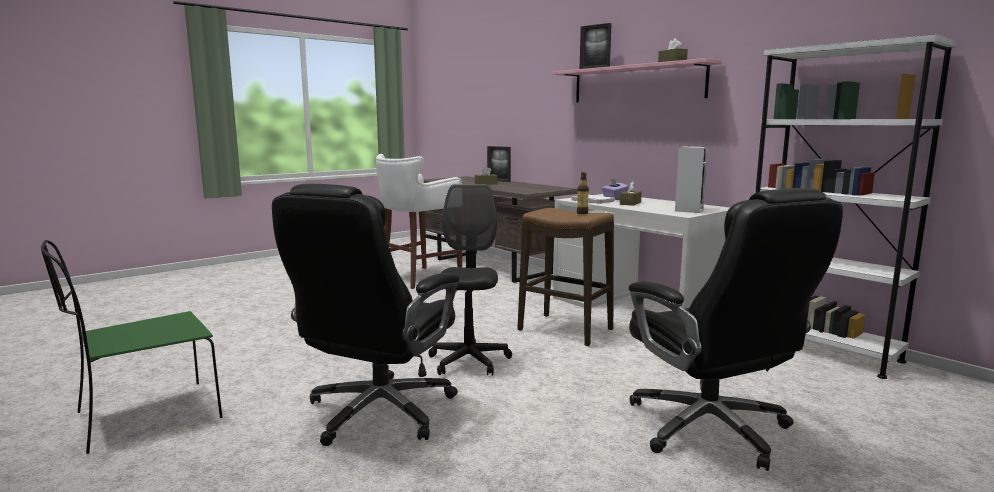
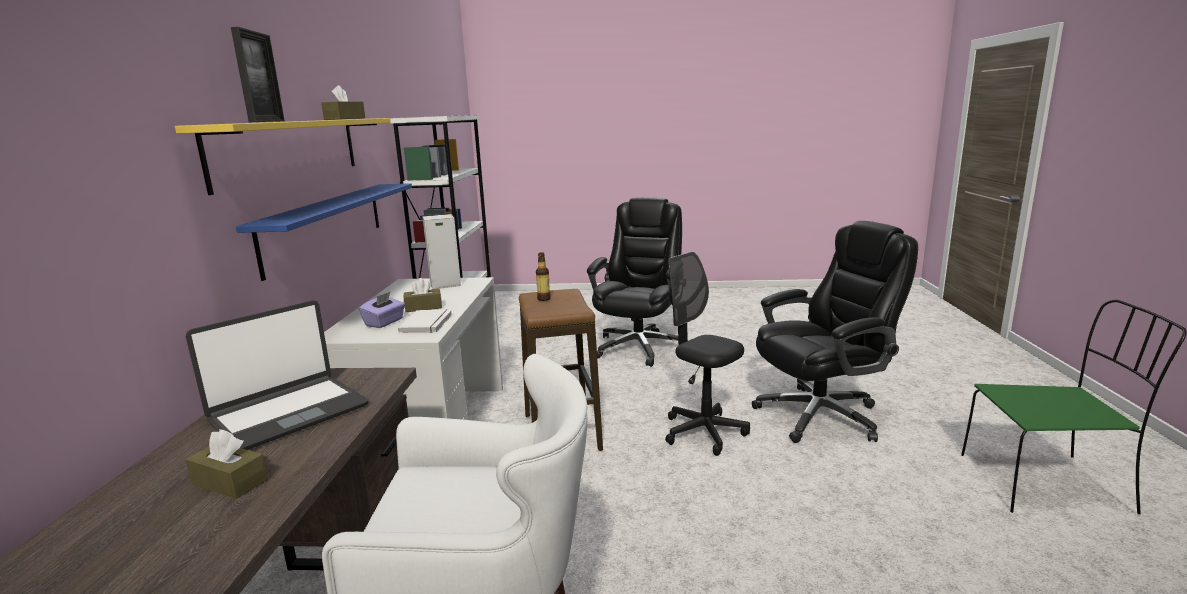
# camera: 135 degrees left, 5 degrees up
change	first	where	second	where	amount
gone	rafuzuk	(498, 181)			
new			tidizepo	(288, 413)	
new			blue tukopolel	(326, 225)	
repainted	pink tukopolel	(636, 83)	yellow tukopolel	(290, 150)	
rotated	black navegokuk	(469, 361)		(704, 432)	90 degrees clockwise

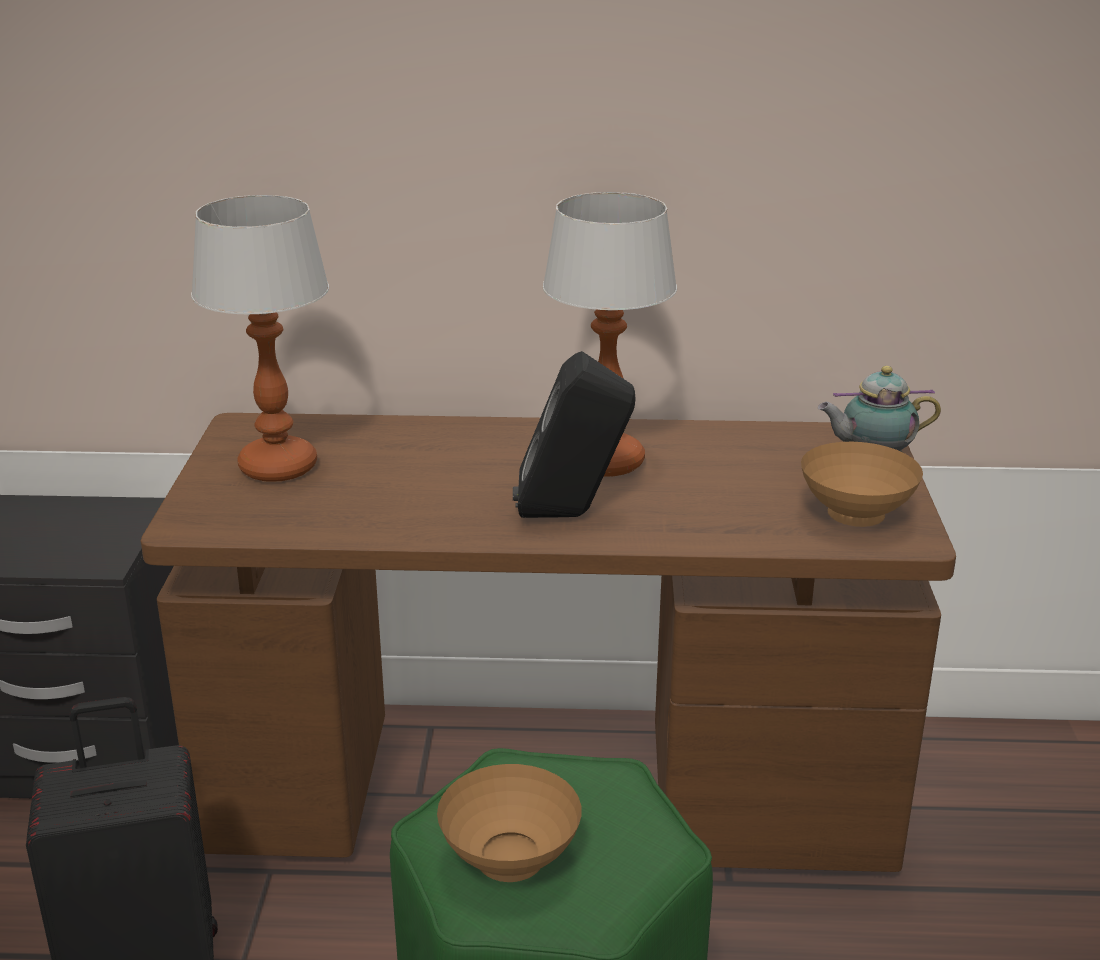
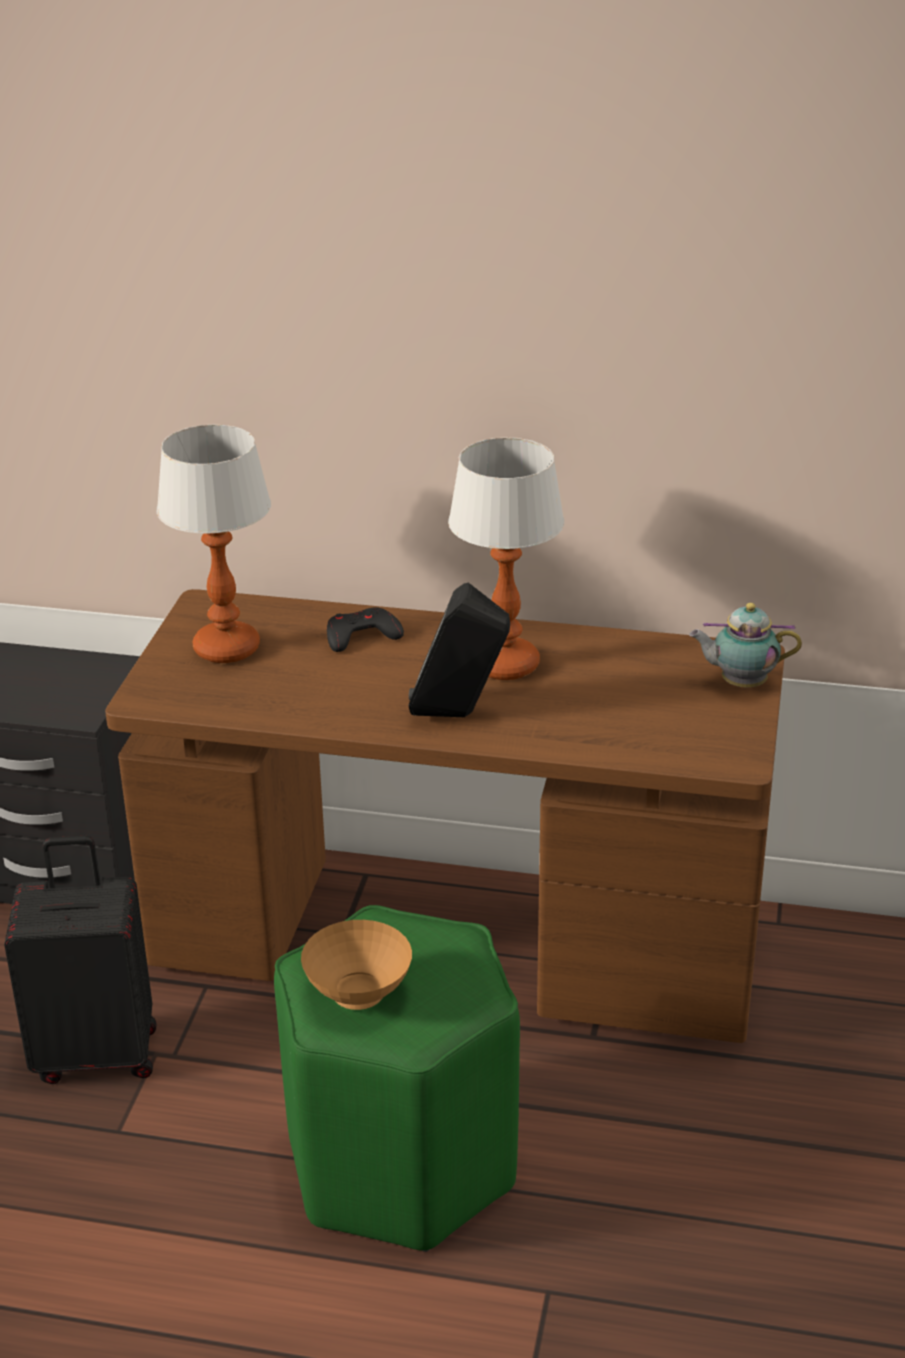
# camera: 10 degrees right, 5 degrees up
change	first	where	second	where	amount
gone	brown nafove	(857, 518)			
new			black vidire	(361, 636)	

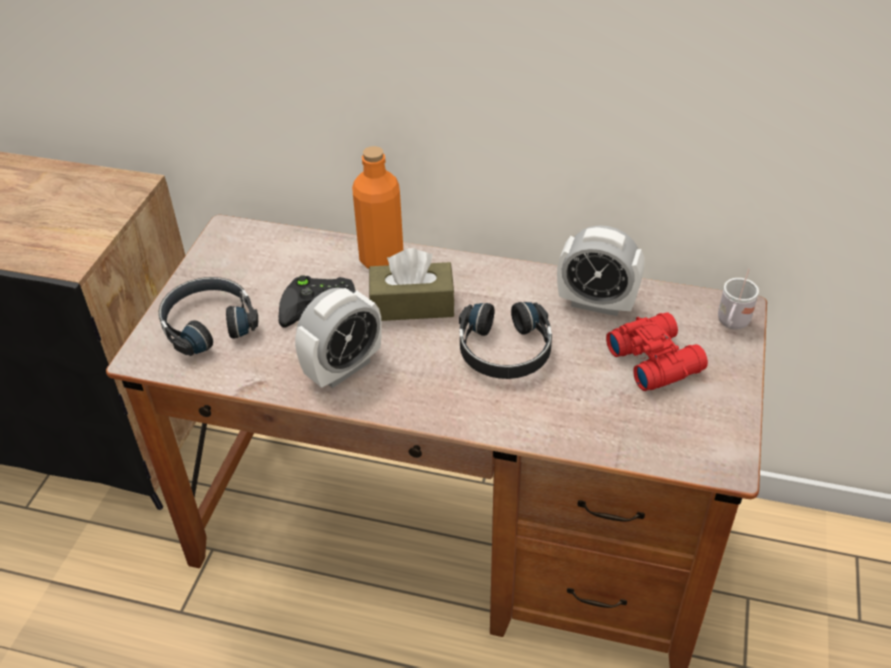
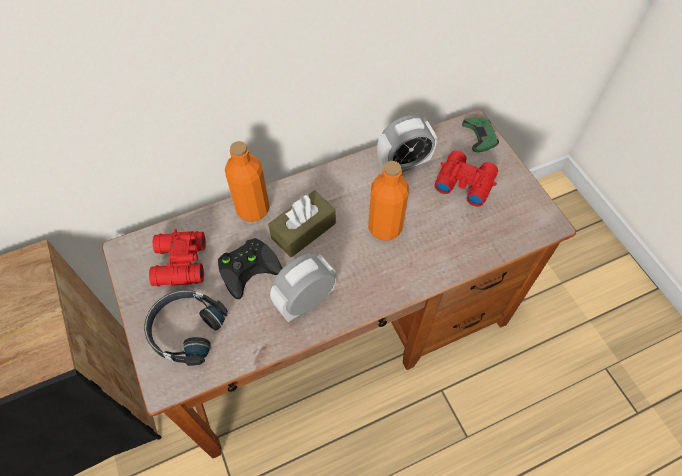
# camera: 40 degrees left, 15 degrees up
change	first	where	second	where	amount
new			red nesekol	(179, 264)	
swapped	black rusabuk	(505, 351)	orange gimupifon	(385, 227)	
swapped	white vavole	(731, 324)	green vidire	(480, 136)	
rotated	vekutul	(343, 368)		(305, 302)	135 degrees counterclockwise

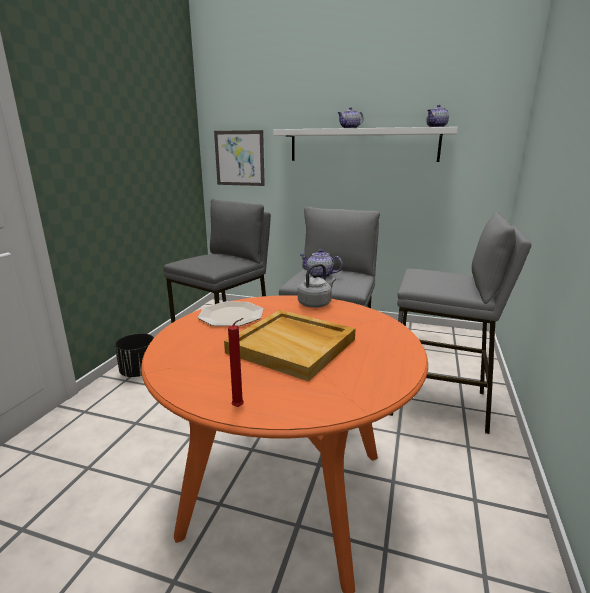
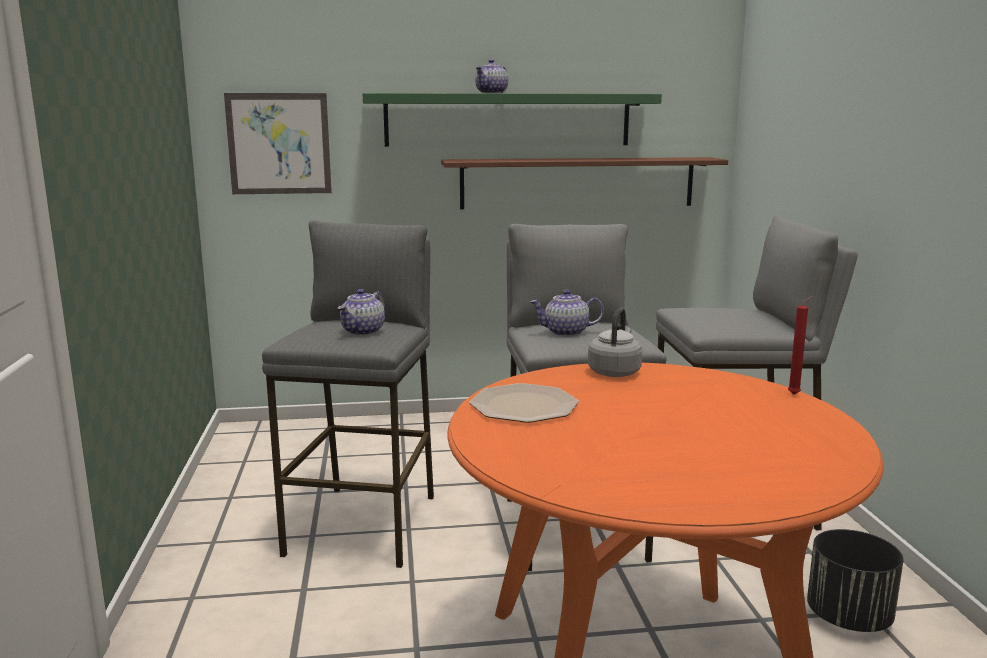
# camera: 25 degrees left, 5 degrees down
change	first	where	second	where	amount
gone	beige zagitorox	(293, 346)			
new			brown tukopolel	(578, 183)	
shifted	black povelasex	(139, 372)		(849, 618)	
shifted	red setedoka	(239, 407)		(795, 394)	
shifted	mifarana	(436, 127)		(363, 331)	
repainted	white tukopolel	(362, 145)	green tukopolel	(508, 120)	

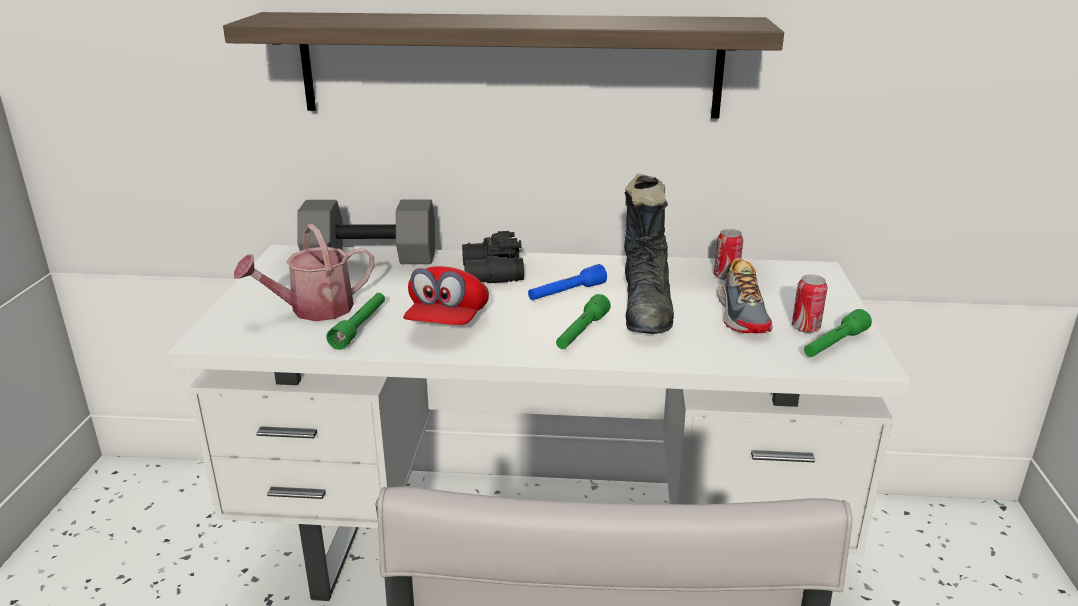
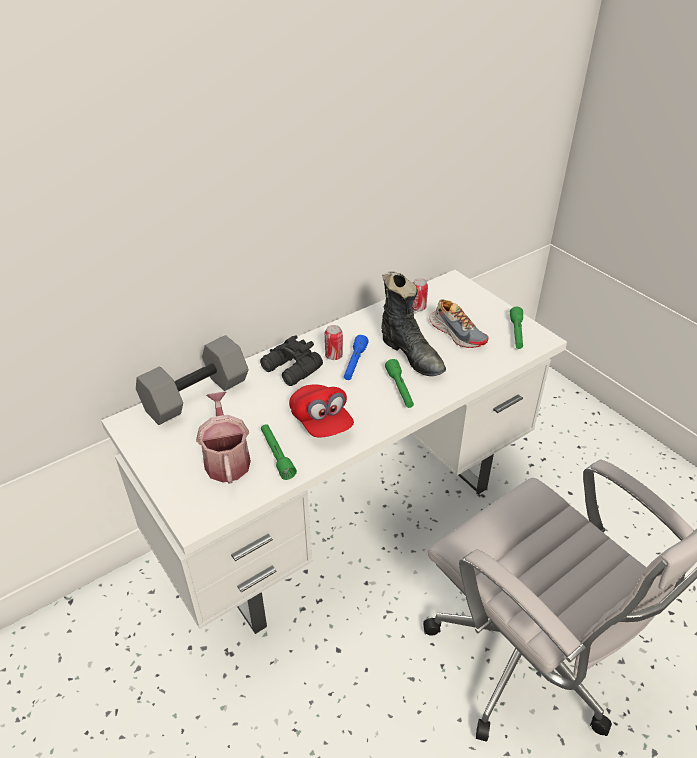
# camera: 40 degrees left, 15 degrees up
change	first	where	second	where	amount
gone	tukopolel	(509, 65)			
shifted	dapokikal	(805, 328)		(334, 356)	
rotated	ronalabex	(313, 310)		(226, 459)	150 degrees clockwise

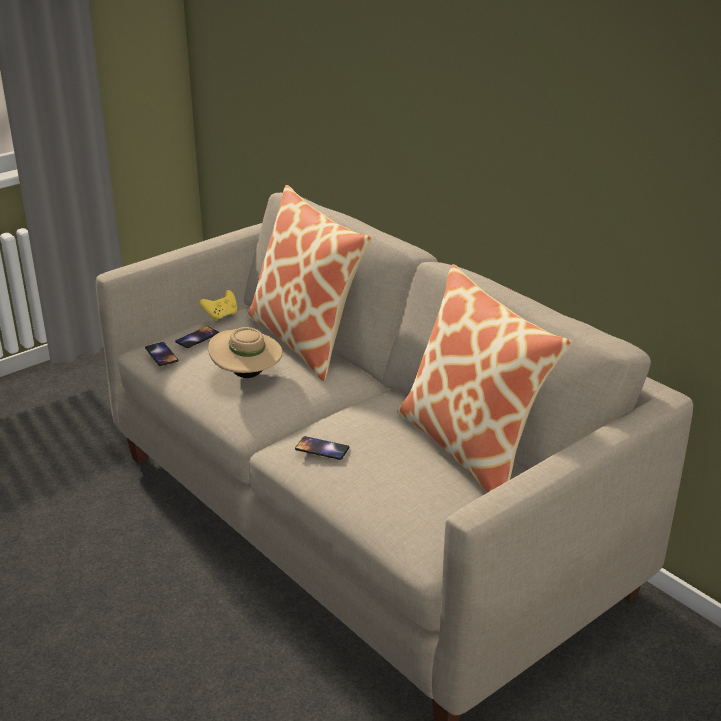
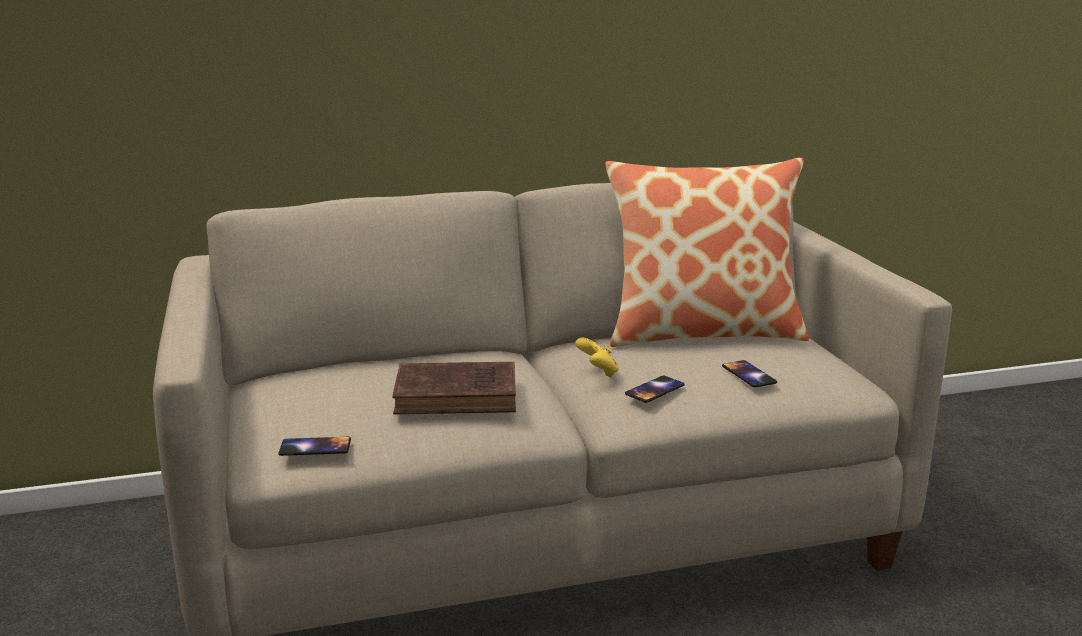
# camera: 65 degrees left, 10 degrees down
change	first	where	second	where	amount
gone	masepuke	(306, 340)			
shifted	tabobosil	(197, 337)		(748, 374)	
shifted	yellow vidire	(221, 316)		(598, 372)	
swapped	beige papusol	(247, 375)	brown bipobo	(460, 396)	

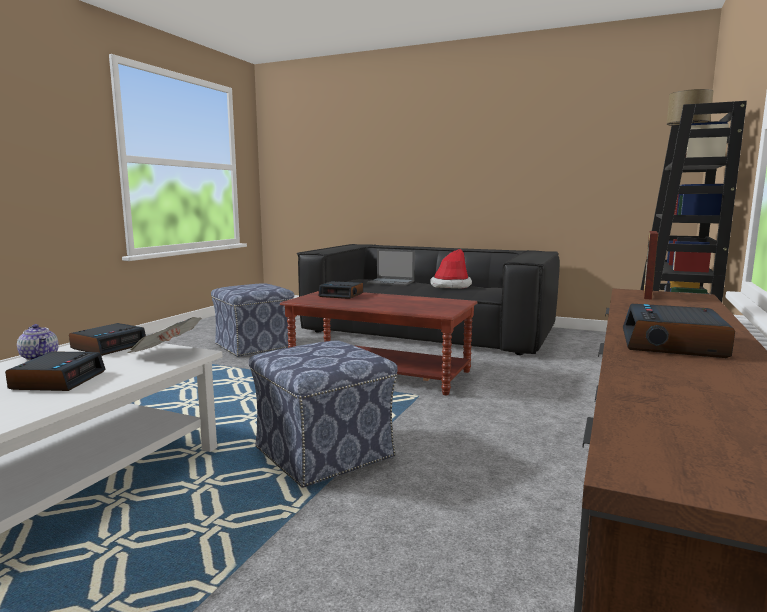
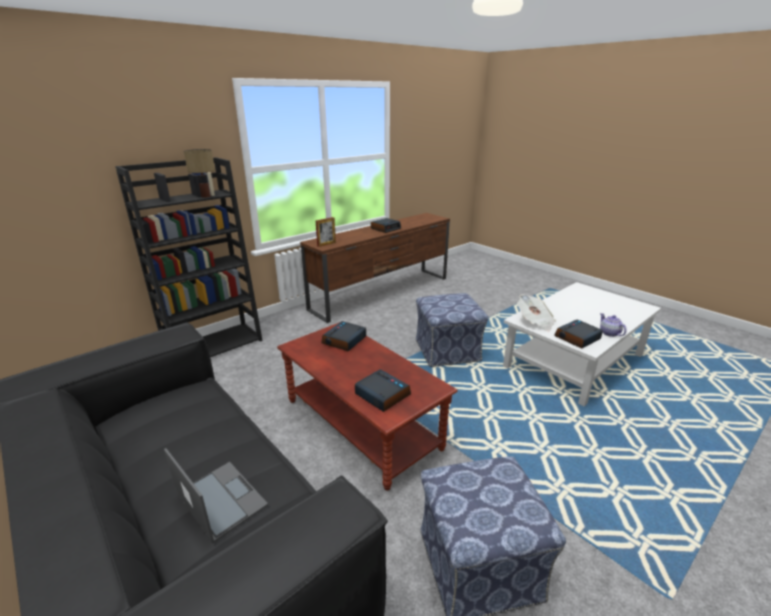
# camera: 155 degrees left, 15 degrees up
change	first	where	second	where	amount
gone	papusol	(450, 286)			
shifted	vekutul	(58, 380)		(344, 341)	

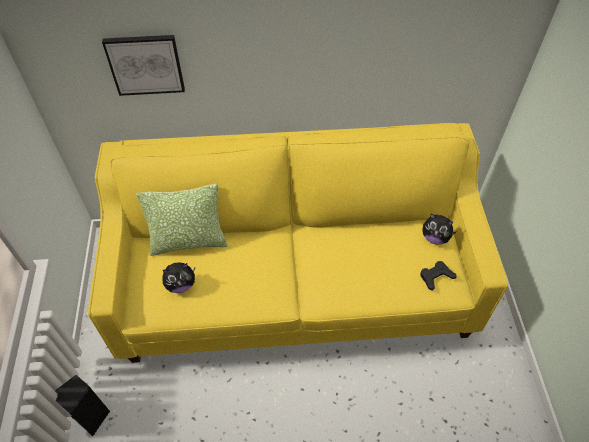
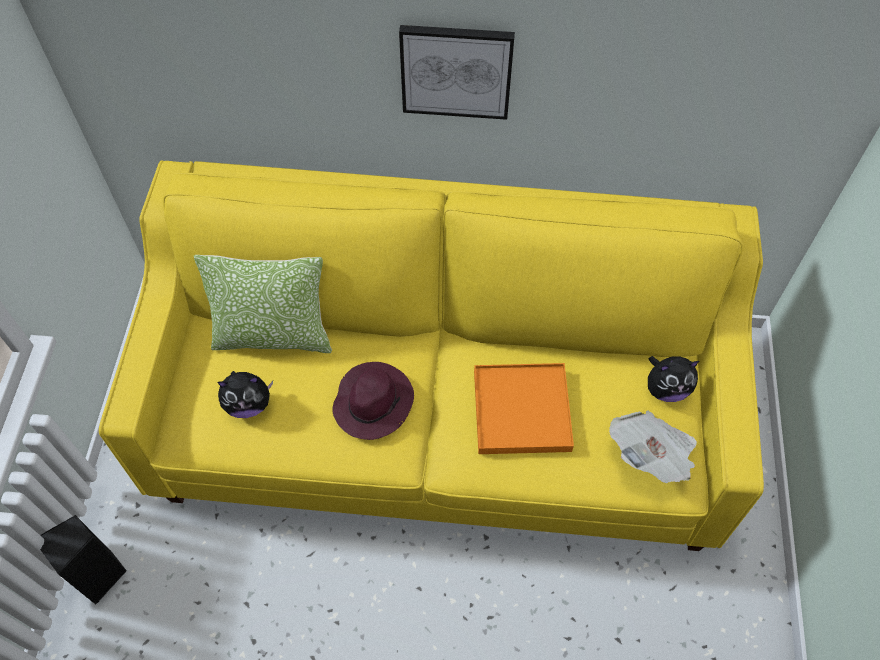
# camera: 10 degrees right, 5 degrees up
change	first	where	second	where	amount
new			purple papusol	(373, 401)	
new			orange zagitorox	(521, 410)	
shifted	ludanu	(145, 64)		(456, 70)	
swapped	black vidire	(436, 276)	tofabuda	(652, 455)	
rotated	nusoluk	(435, 237)		(666, 389)	45 degrees counterclockwise

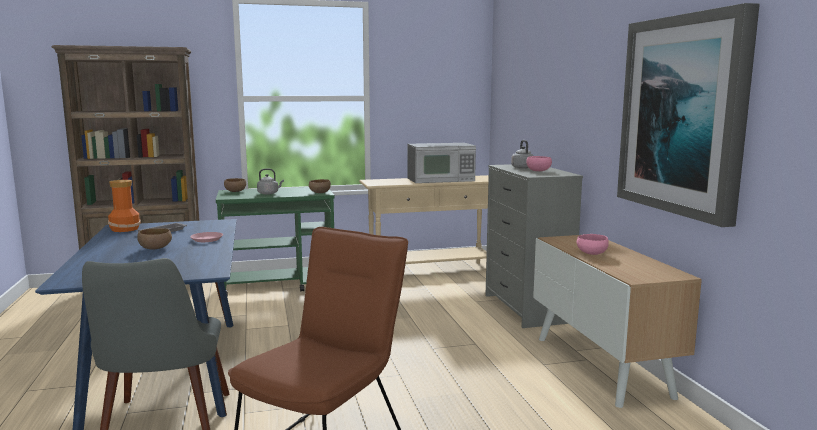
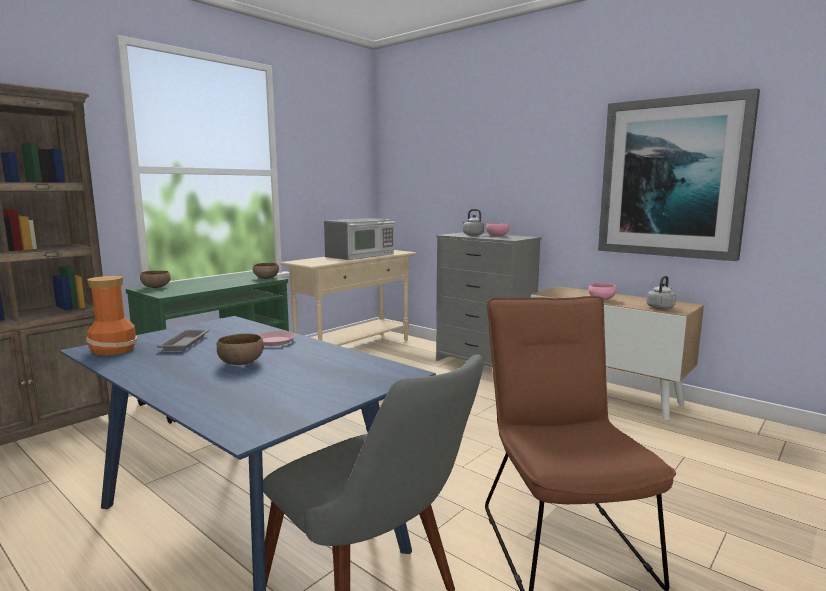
# camera: 35 degrees left, 0 degrees up
change	first	where	second	where	amount
shifted	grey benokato	(269, 193)		(661, 307)	

